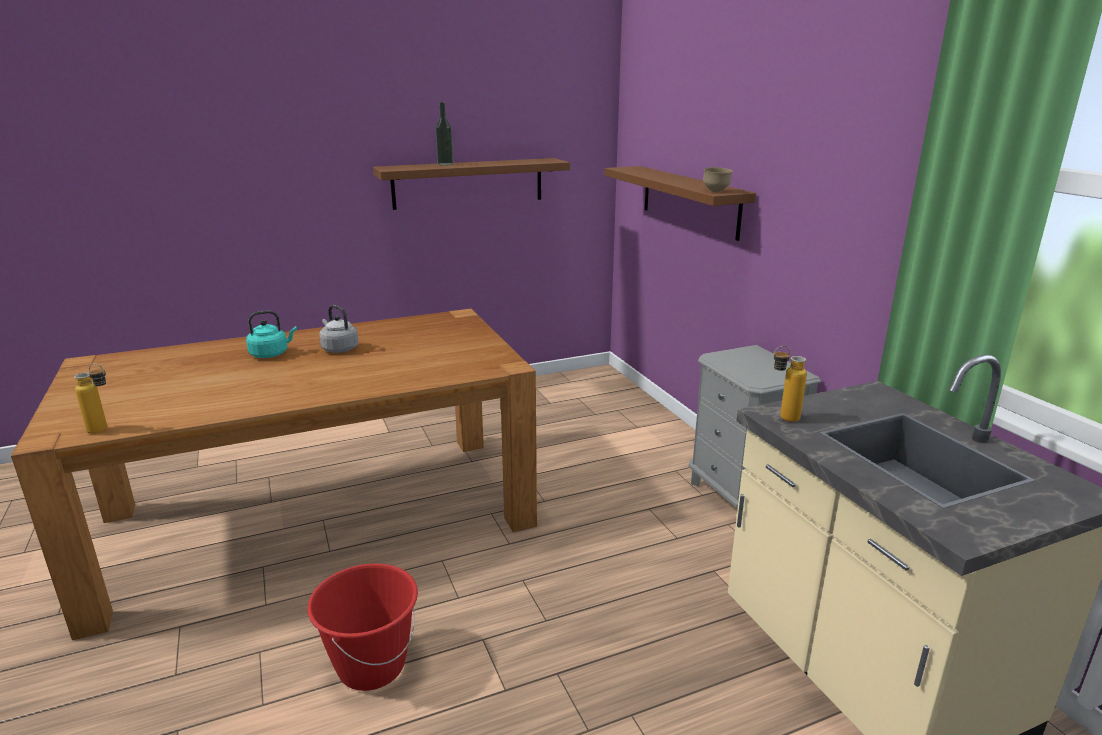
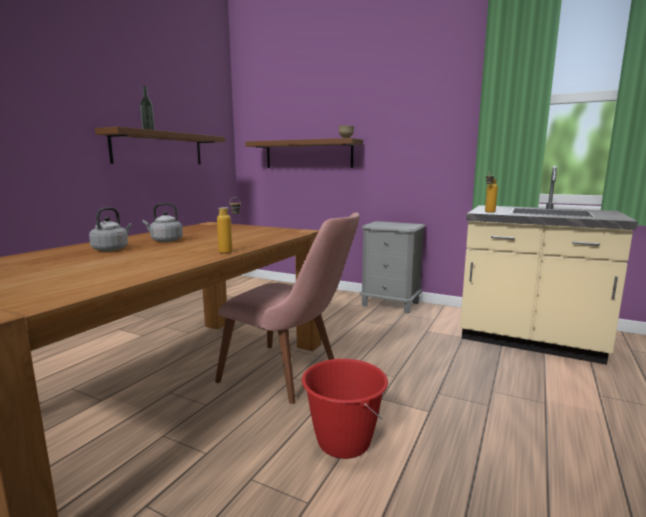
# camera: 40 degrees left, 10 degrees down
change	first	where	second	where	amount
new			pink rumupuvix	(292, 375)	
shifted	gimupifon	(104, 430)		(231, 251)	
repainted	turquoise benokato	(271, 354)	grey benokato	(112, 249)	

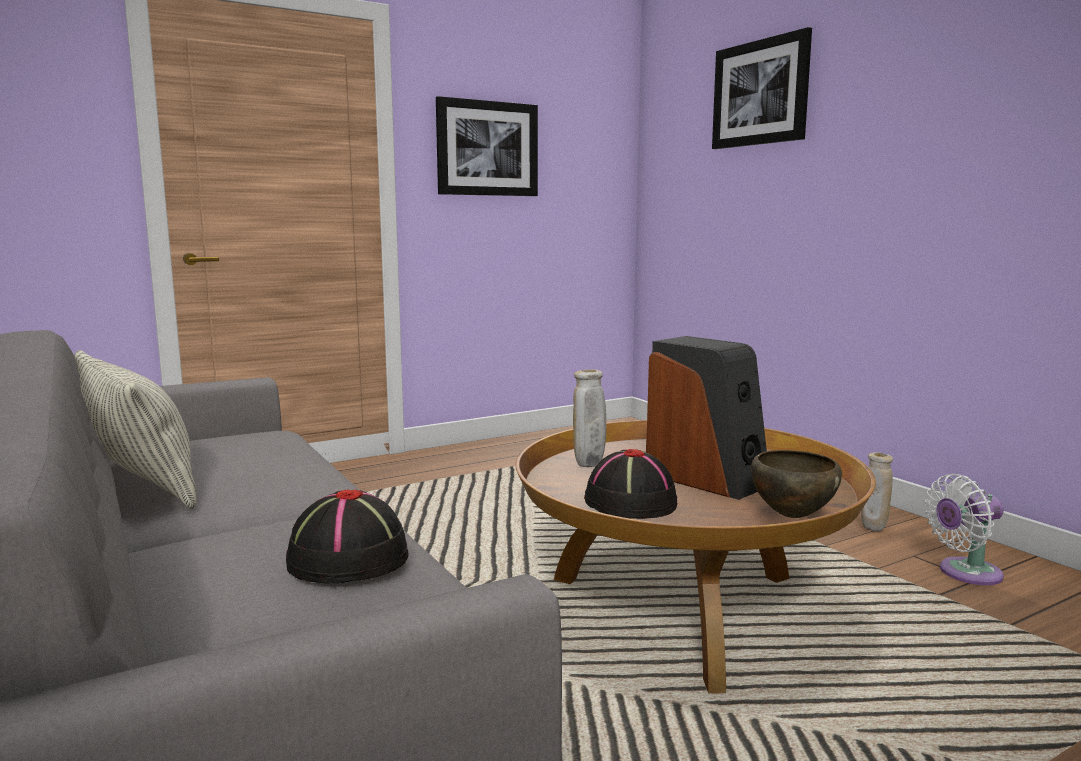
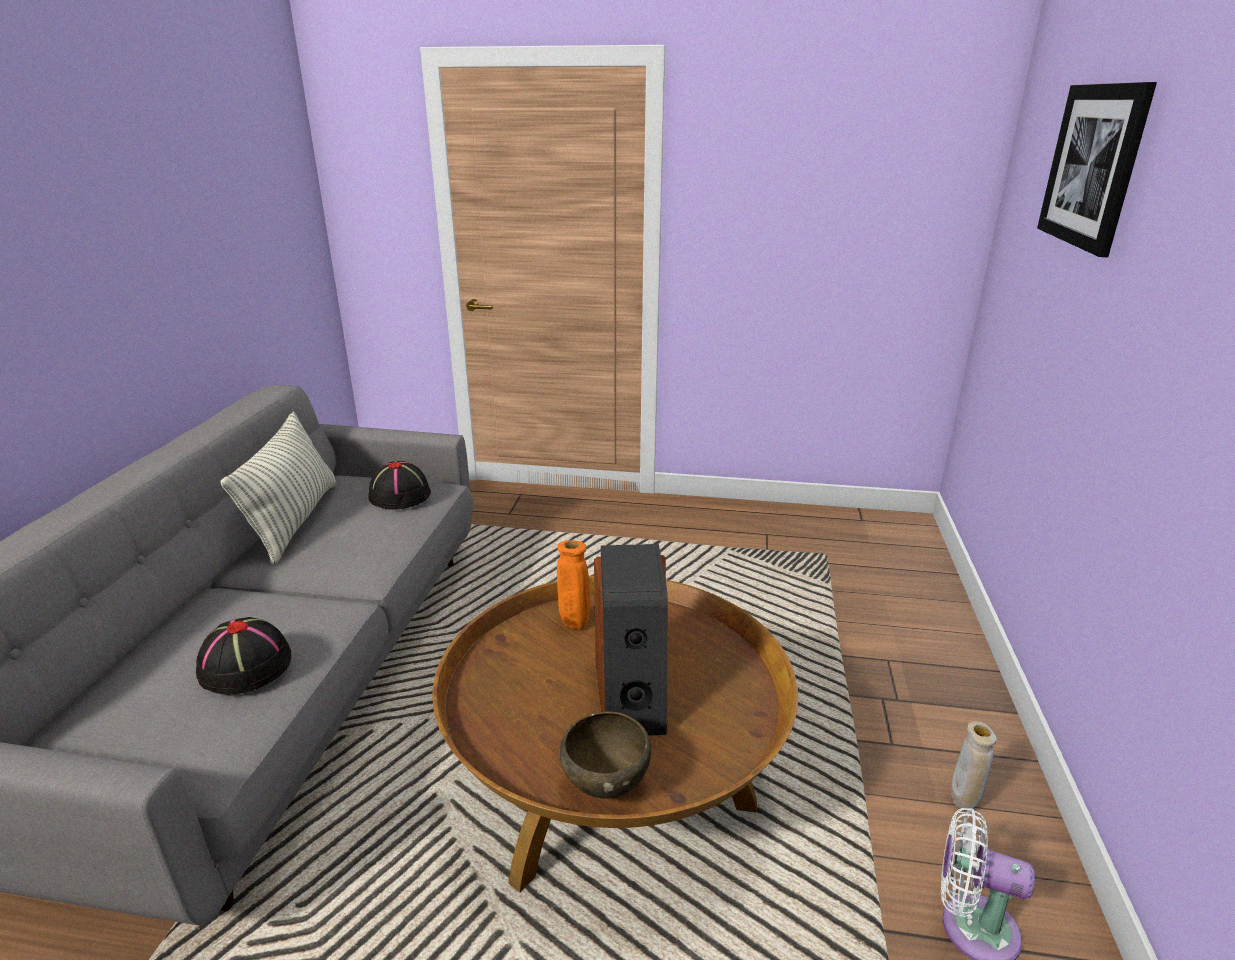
# camera: 40 degrees right, 15 degrees up
change	first	where	second	where	amount
gone	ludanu	(487, 148)			
shifted	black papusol	(629, 502)		(400, 495)	
repainted	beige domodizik	(589, 466)	orange domodizik	(574, 625)	

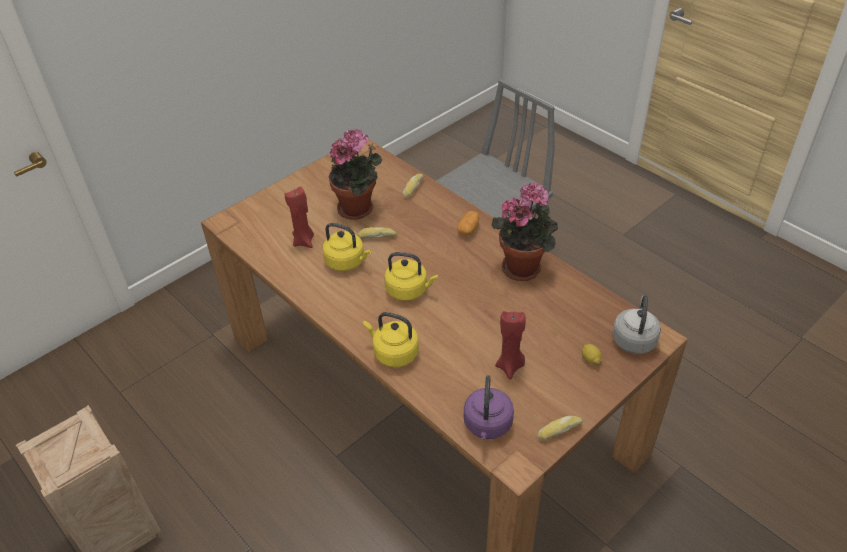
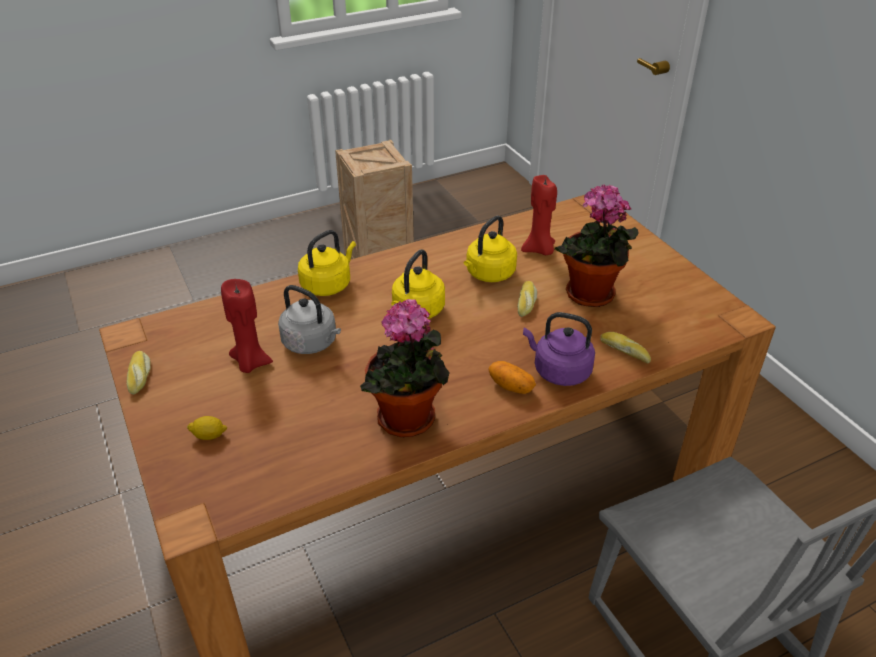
# camera: 105 degrees right, 5 degrees down
change	first	where	second	where	amount
shifted	purple benokato	(487, 426)		(558, 371)	
shifted	grey benokato	(634, 339)		(312, 343)	

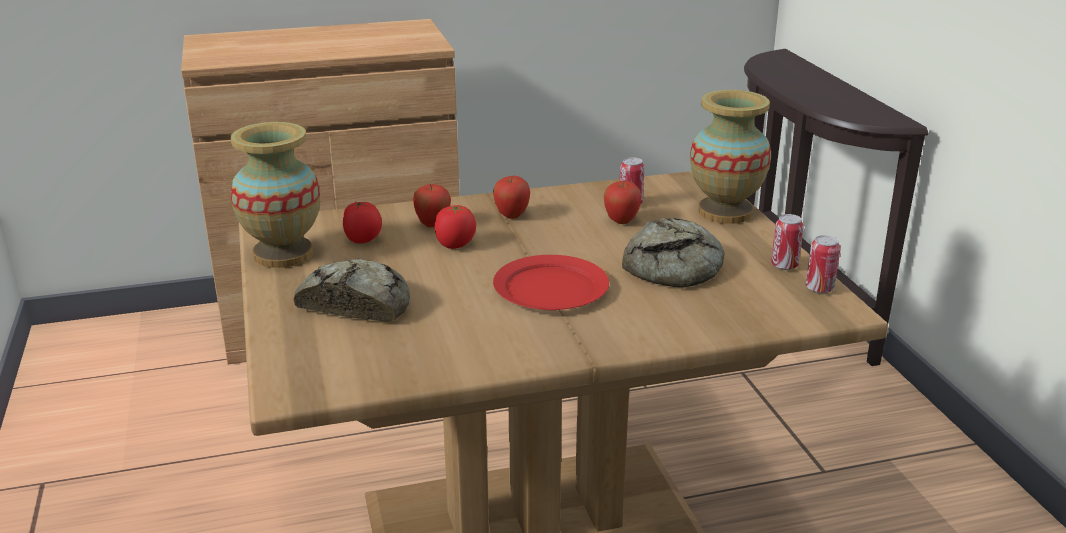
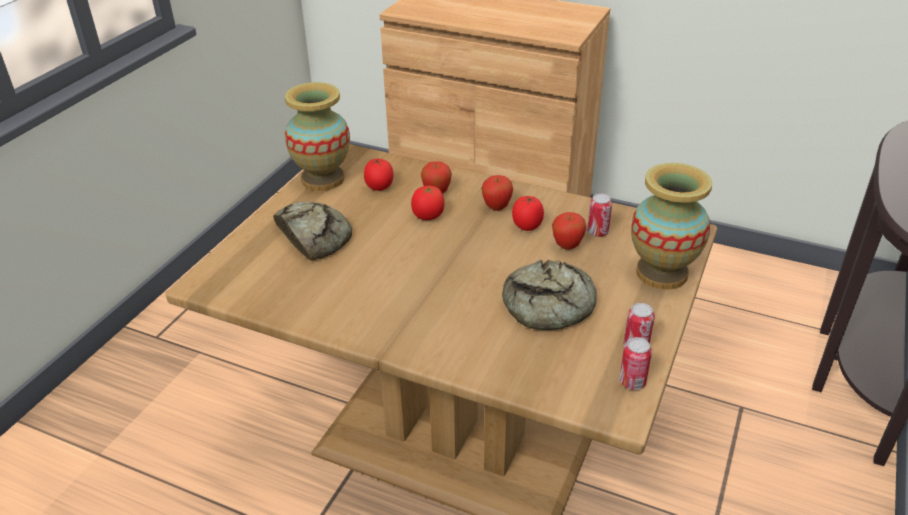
# camera: 40 degrees right, 10 degrees up
change	first	where	second	where	amount
gone	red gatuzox	(550, 288)			
new			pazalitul	(527, 226)	

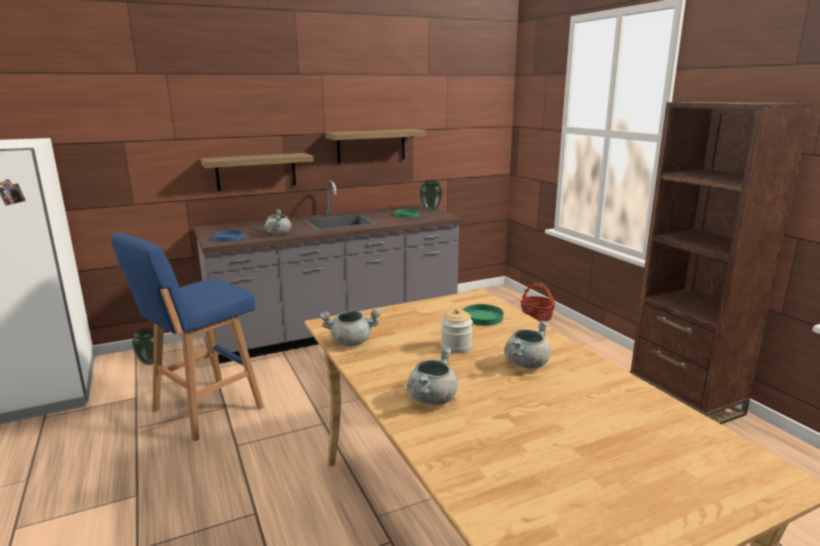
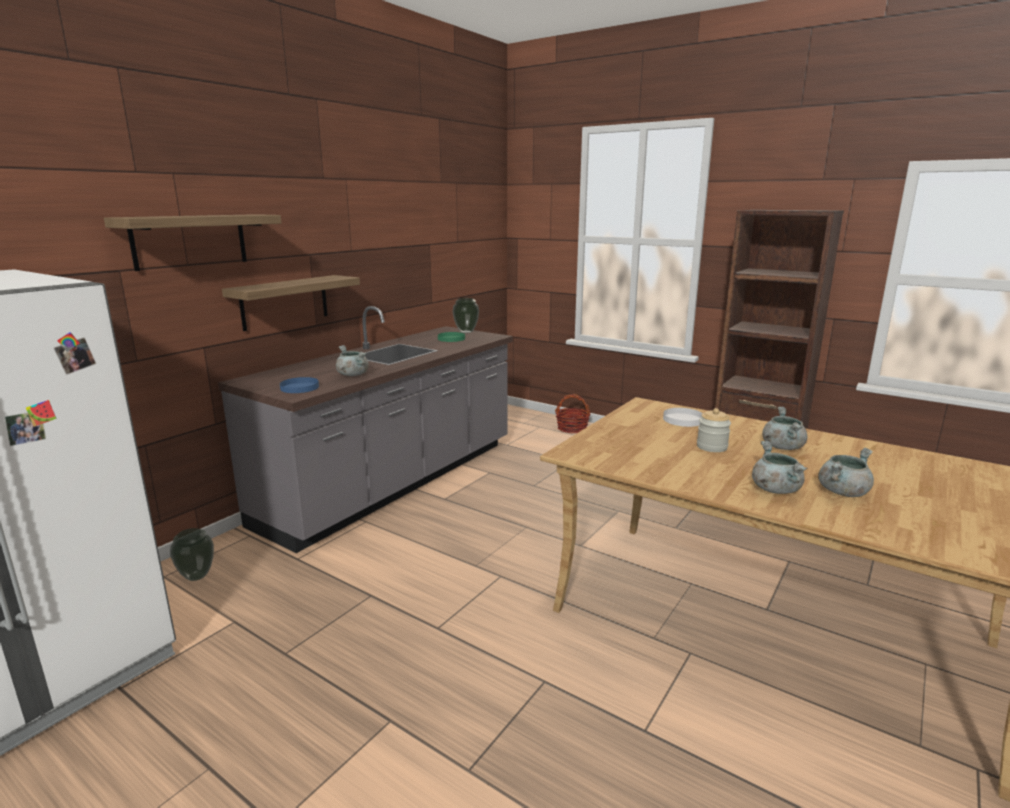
# camera: 30 degrees left, 0 degrees up
change	first	where	second	where	amount
gone	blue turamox	(204, 410)			
shifted	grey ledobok	(351, 342)		(842, 492)	
shifted	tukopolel	(371, 146)		(190, 241)	
repainted	green gatuzox	(483, 317)	white gatuzox	(683, 419)	

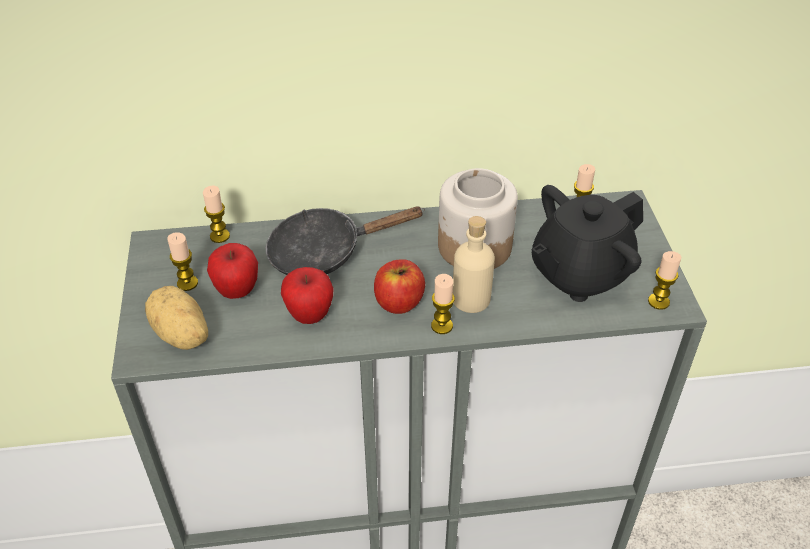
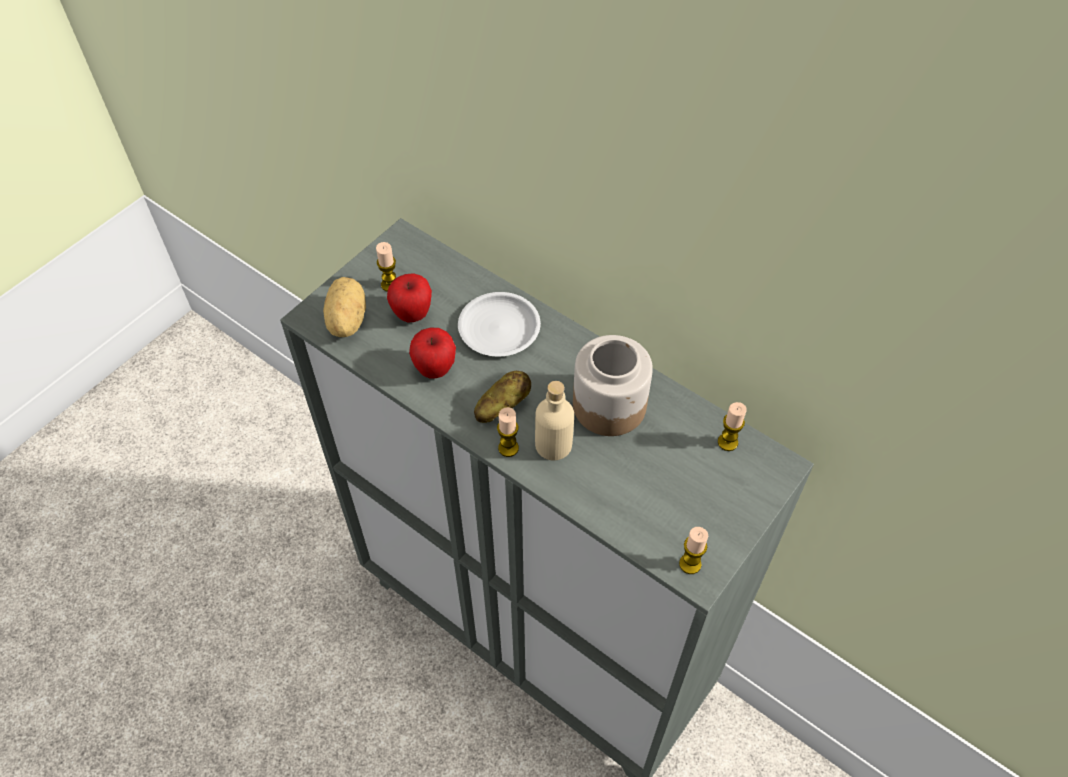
# camera: 45 degrees right, 10 degrees up
change	first	where	second	where	amount
gone	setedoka	(220, 236)			
gone	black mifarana	(579, 274)			
swapped	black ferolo	(324, 252)	white gatuzox	(500, 328)	
swapped	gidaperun	(399, 302)	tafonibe	(502, 406)	

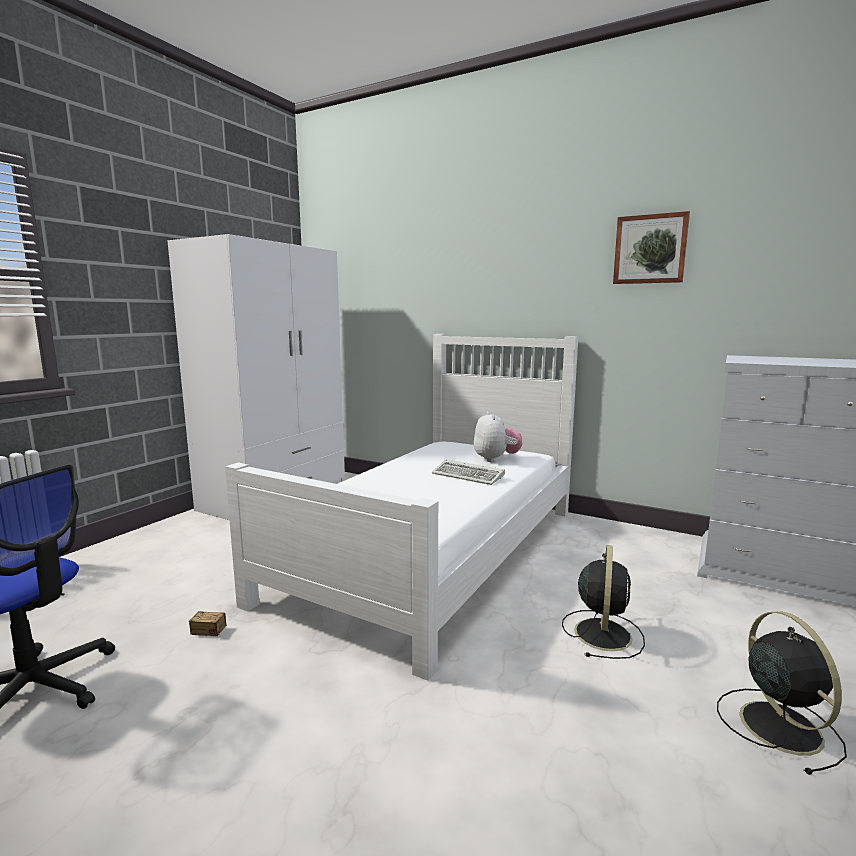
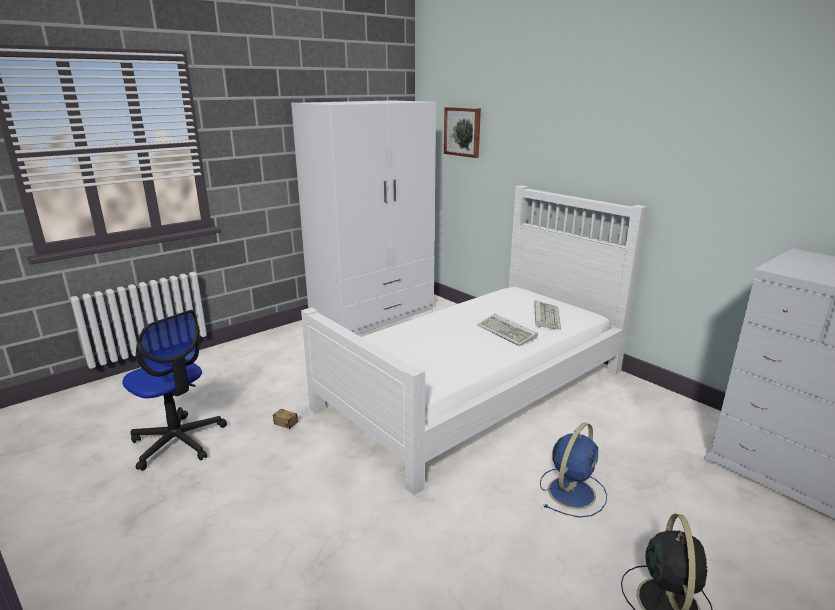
# camera: 20 degrees right, 10 degrees up
change	first	where	second	where	amount
shifted	ludanu	(650, 249)		(463, 131)	
swapped	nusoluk	(496, 459)	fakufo	(545, 317)	
repainted	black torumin	(602, 633)	blue torumin	(572, 491)	

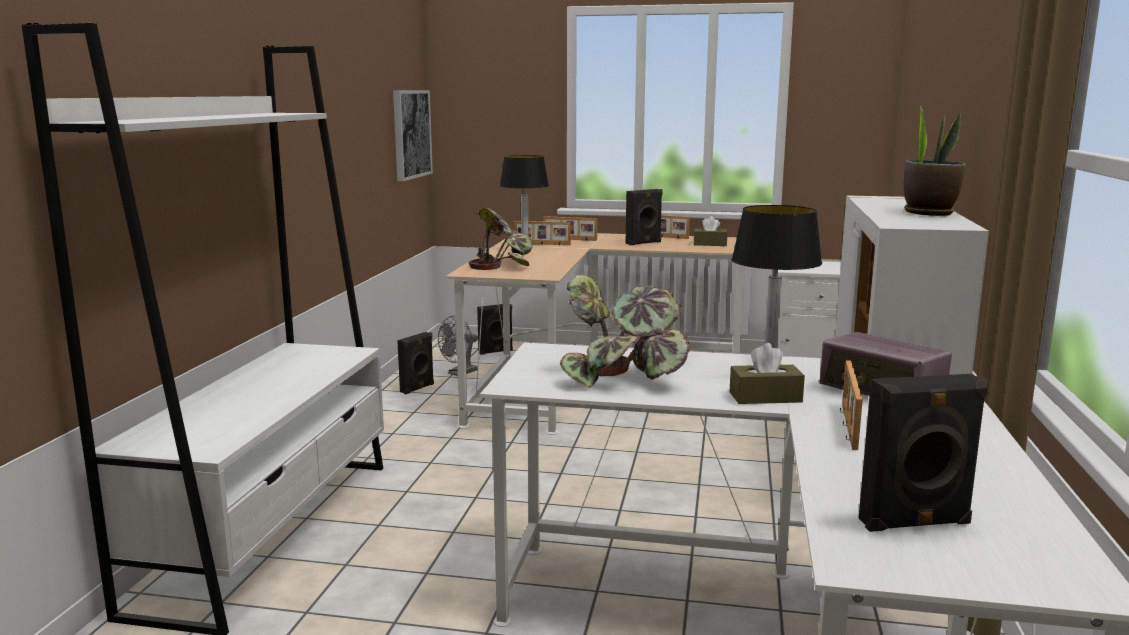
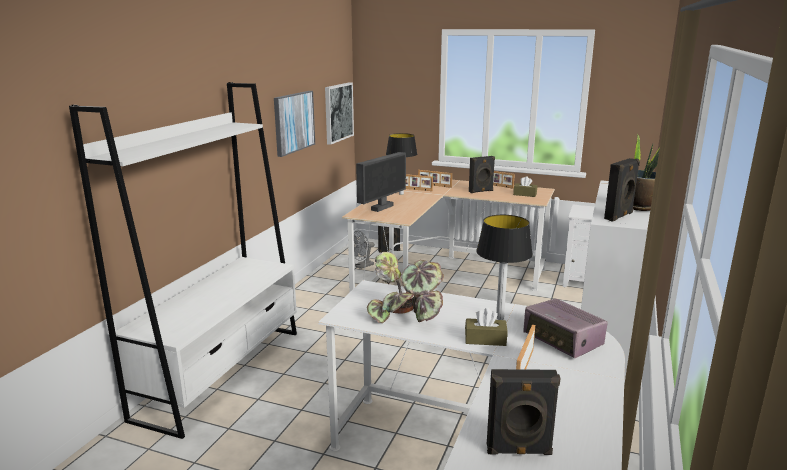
# camera: 10 degrees right, 5 degrees up
change	first	where	second	where	amount
new			ludanu	(293, 122)	
shifted	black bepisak	(418, 388)		(619, 216)	
swapped	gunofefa	(503, 264)	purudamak	(381, 207)	

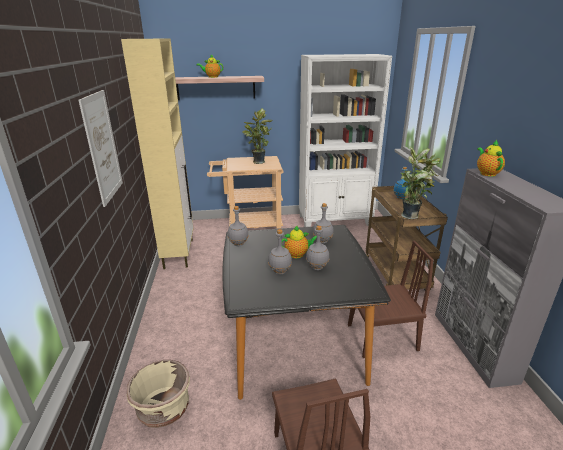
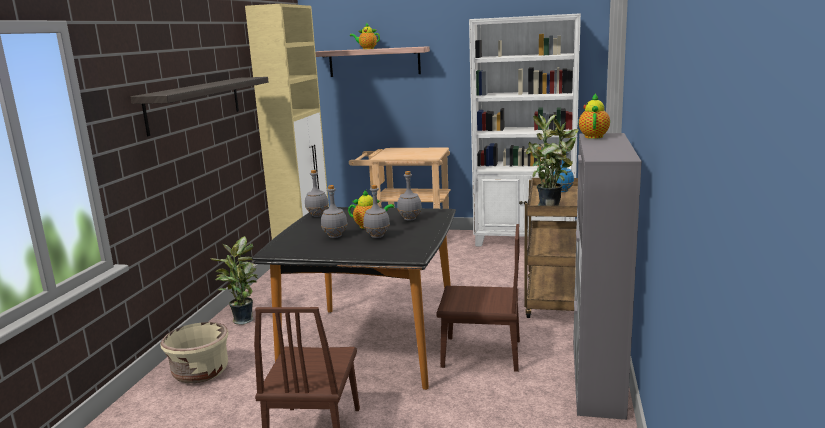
# camera: 20 degrees right, 10 degrees down
change	first	where	second	where	amount
shifted	gunofefa	(258, 162)		(243, 319)	
swapped	ludanu	(102, 147)	tukopolel	(195, 104)	

